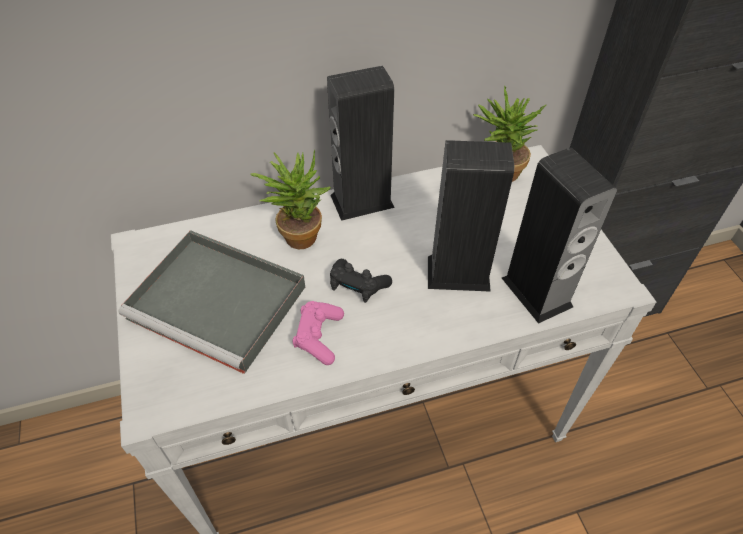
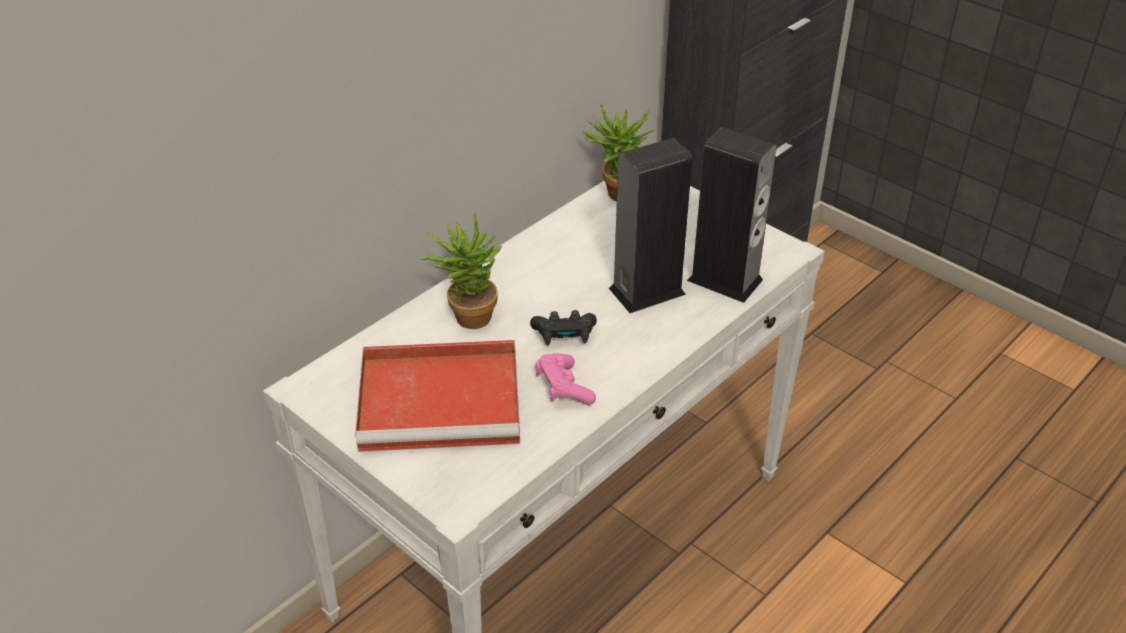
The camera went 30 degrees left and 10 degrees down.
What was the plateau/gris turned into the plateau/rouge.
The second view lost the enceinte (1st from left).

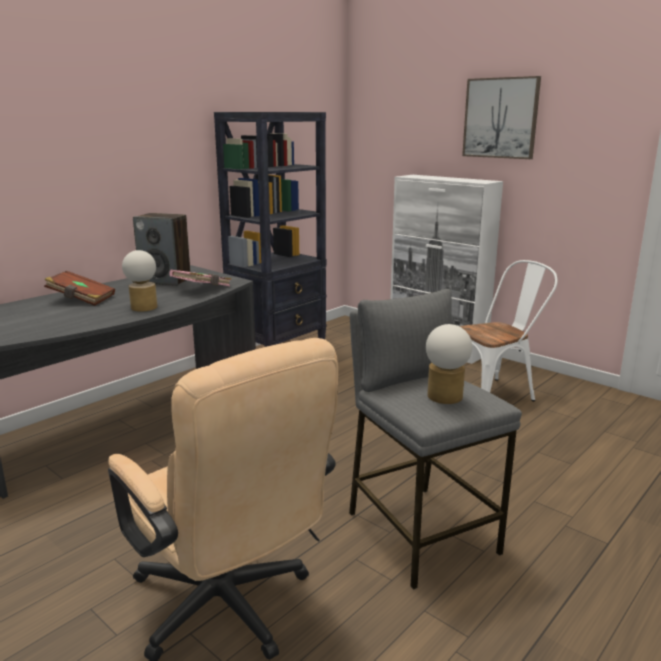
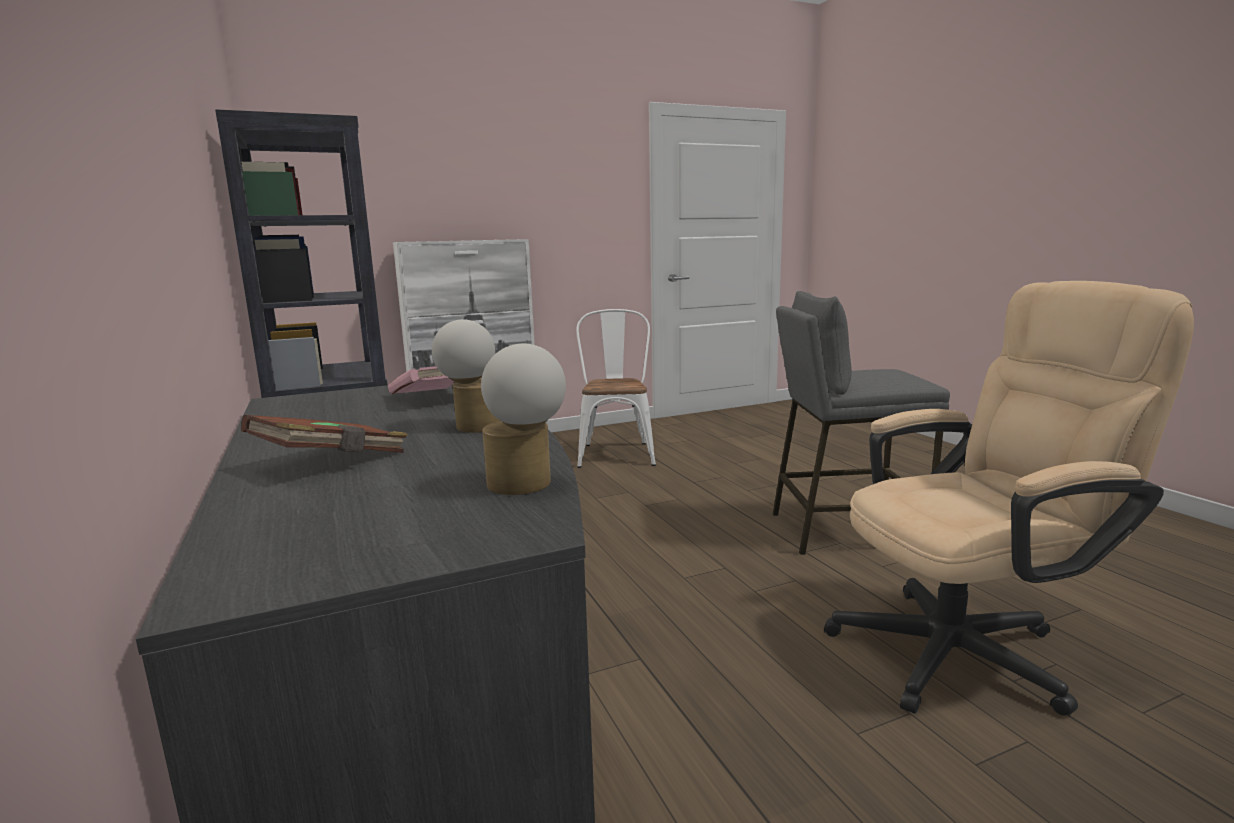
The camera went 65 degrees left and 5 degrees down.
The lampe de table (2nd from left) ended up elsewhere.
The second view lost the enceinte.
The second view lost the tableau.

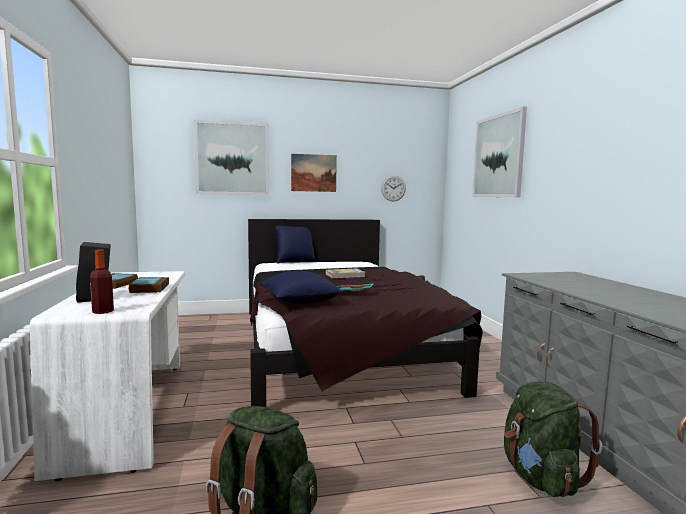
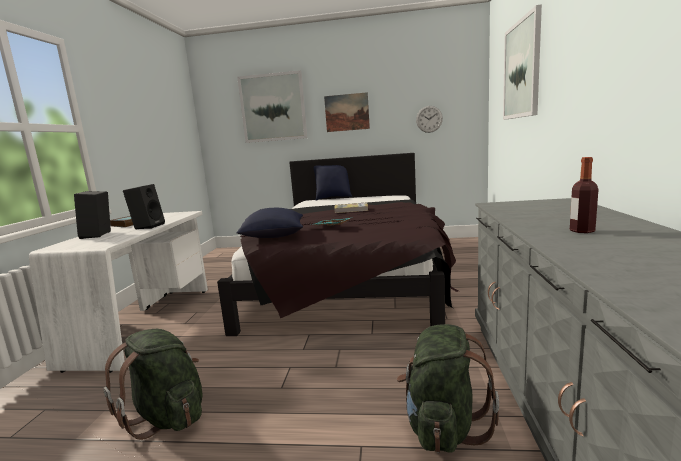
The camera went 20 degrees right and 5 degrees up.
Where the livre (2nd from left) stood, the enceinte/noir (2nd from left) came to stand.
The bouteille ended up elsewhere.

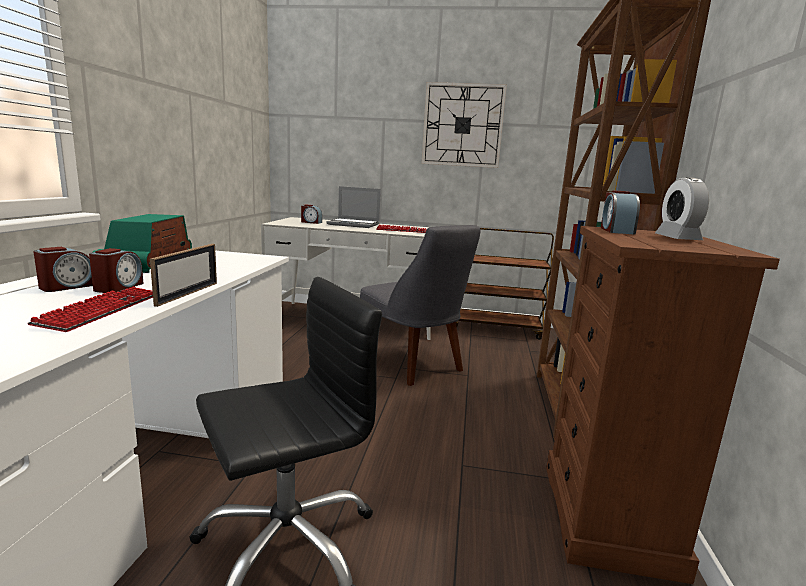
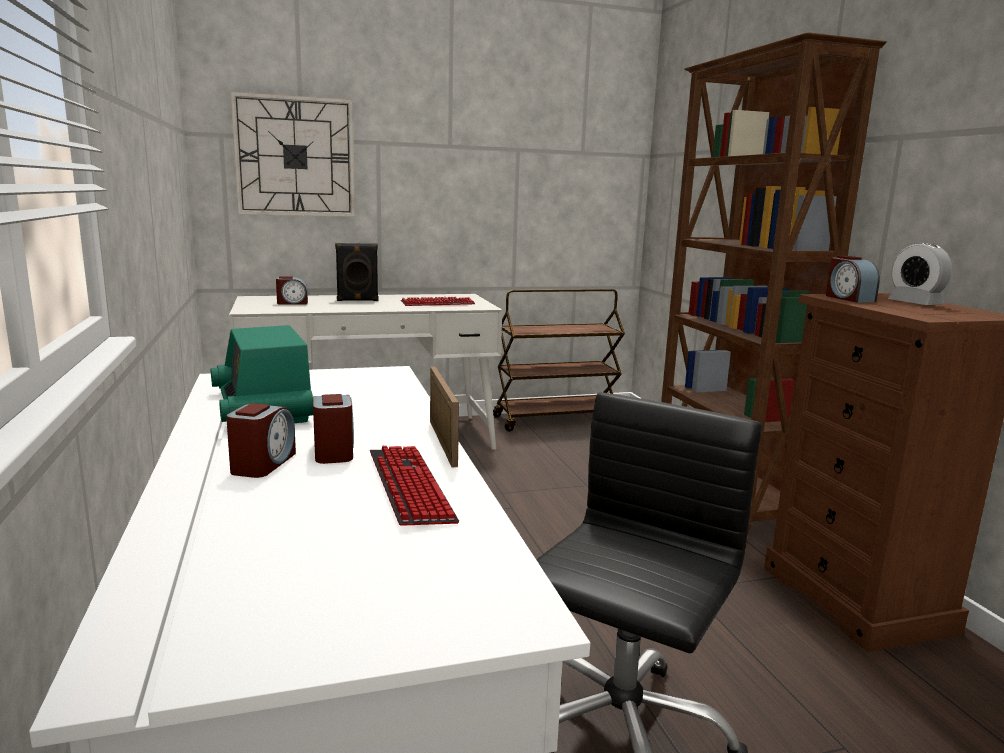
The camera went 25 degrees left and 0 degrees up.
The horloge murale ended up elsewhere.
Where the ordinateur portable stood, the enceinte/noir came to stand.
The second view lost the chaise/gris.

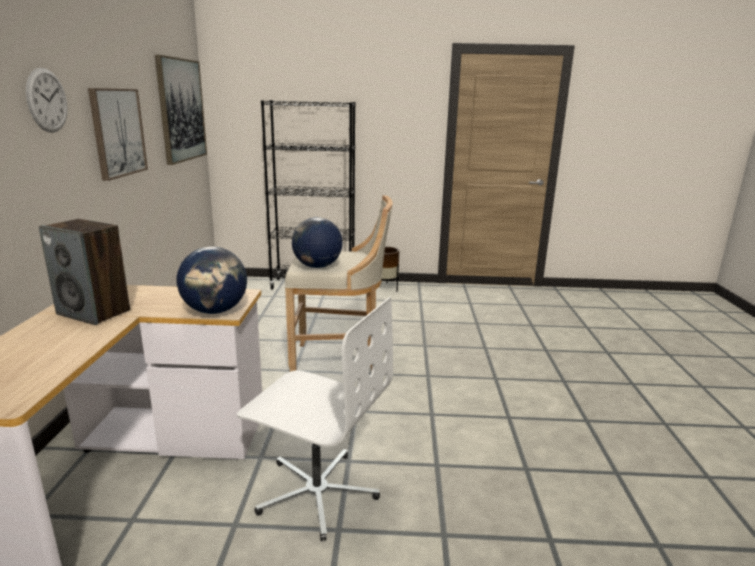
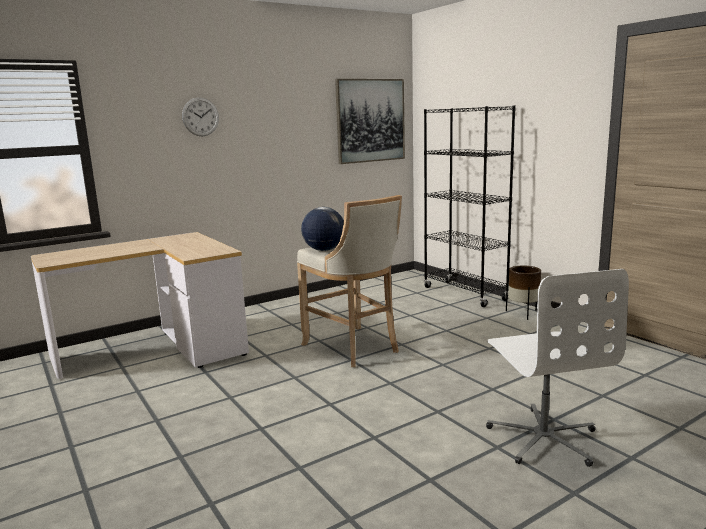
The camera went 55 degrees right and 5 degrees down.
The chaise de bureau/blanc ended up elsewhere.
The second view lost the enceinte.
The second view lost the tableau (1st from left).
The second view lost the globe (1st from left).

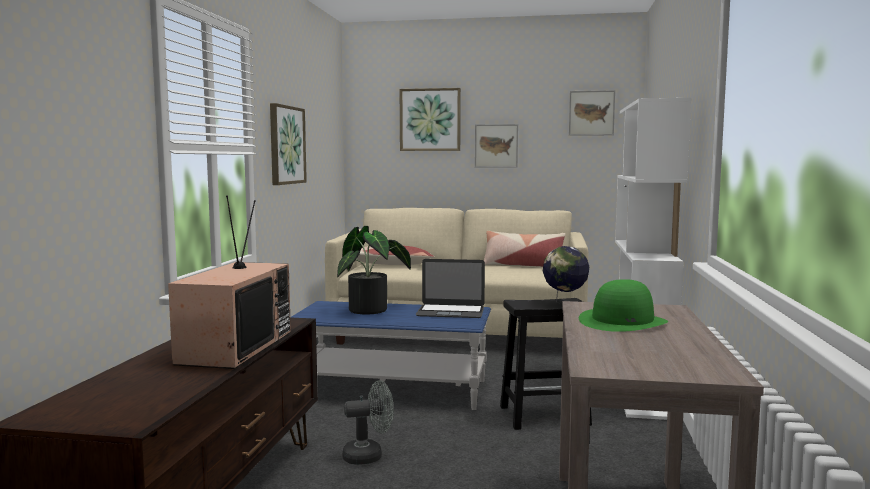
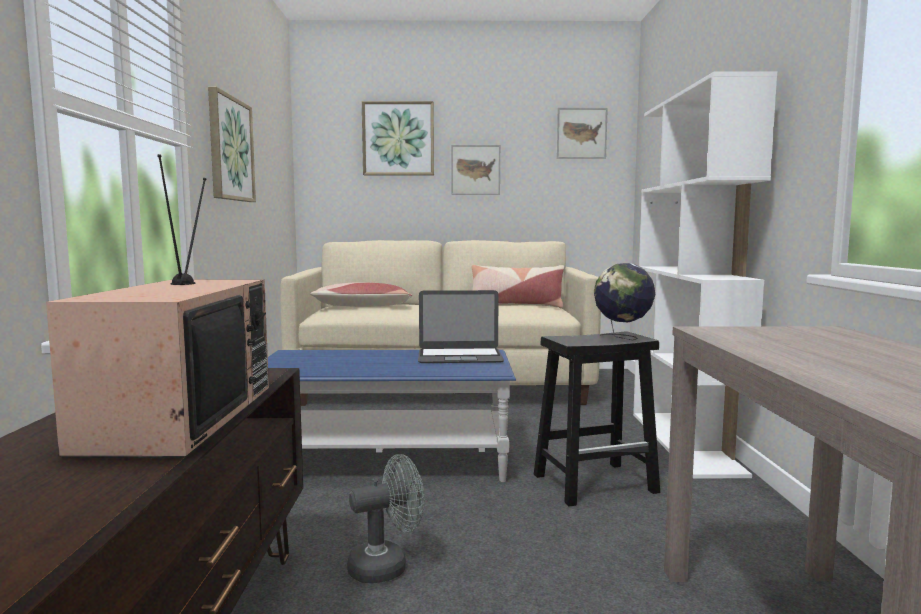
The camera went 10 degrees left and 0 degrees up.
The second view lost the plante en pot.
The second view lost the chapeau/vert.

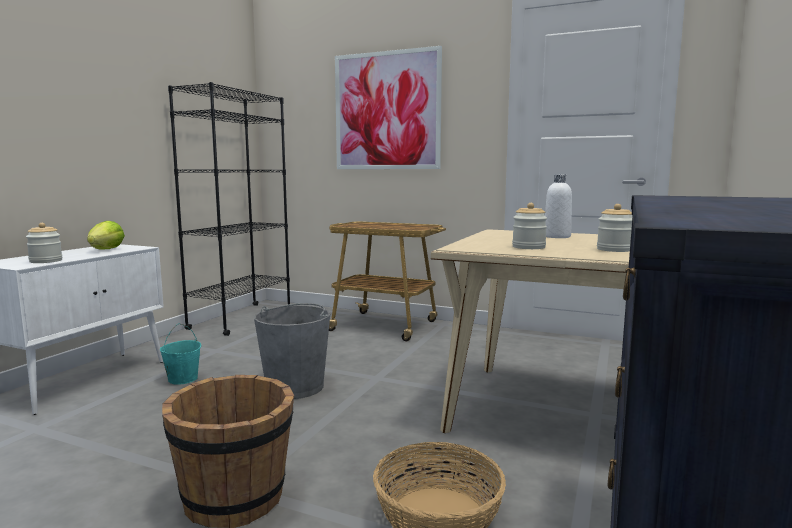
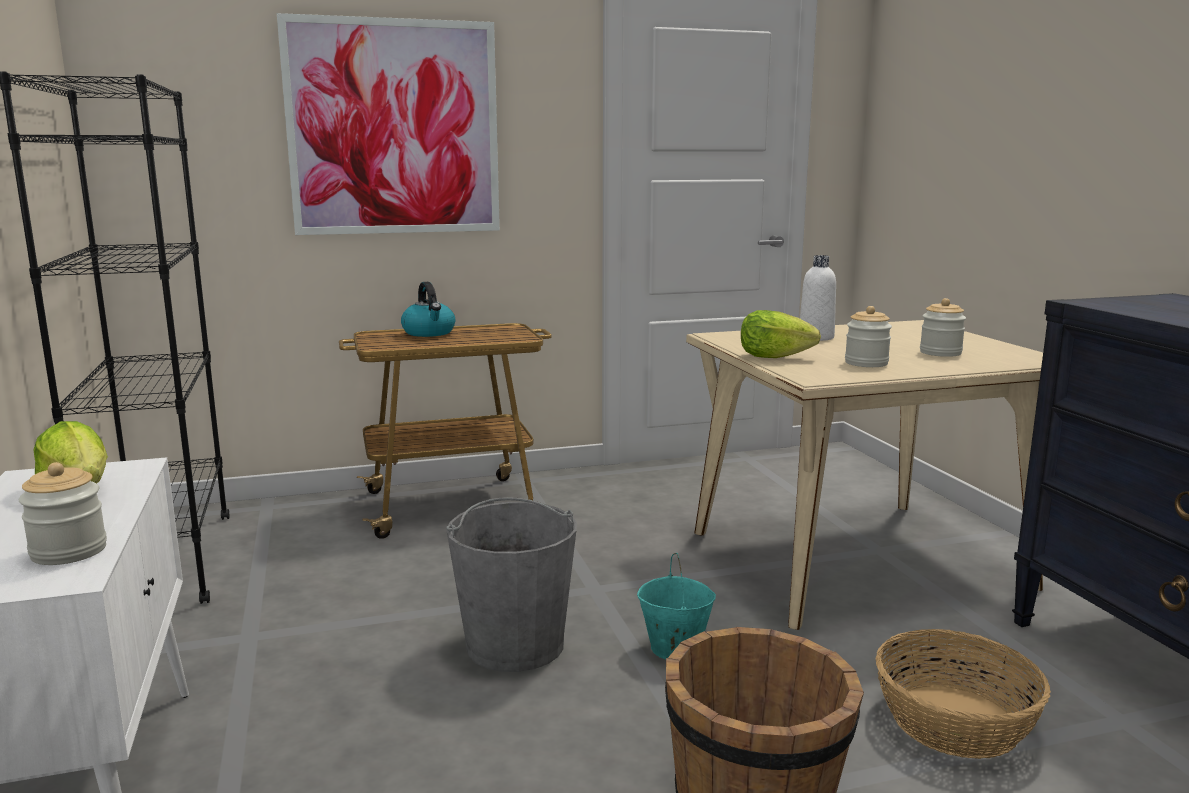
The camera went 40 degrees left and 5 degrees up.
The second view gained the bouilloire.
The seau/turquoise ended up elsewhere.
The second view gained the laitue (2nd from left).

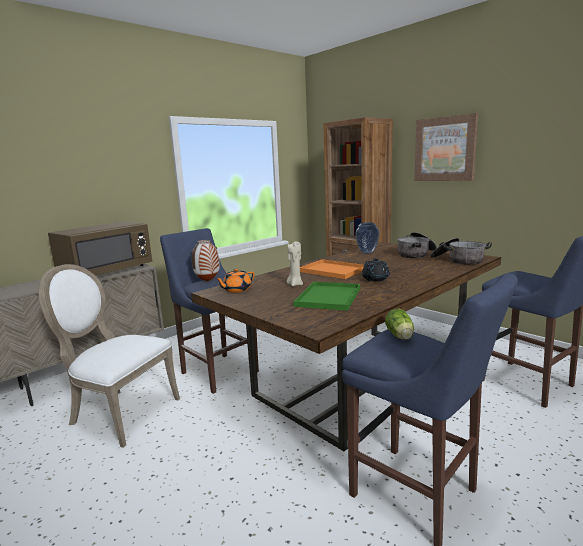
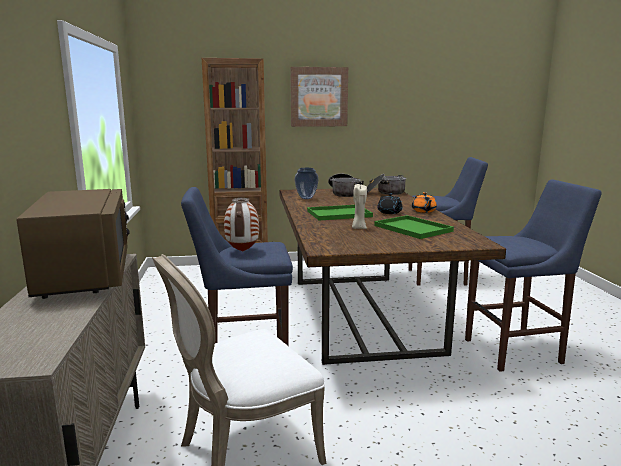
The camera went 55 degrees left and 0 degrees up.
What was the plateau/orange turned into the plateau/vert (1st from left).
The théière/orange ended up elsewhere.
The second view lost the laitue.

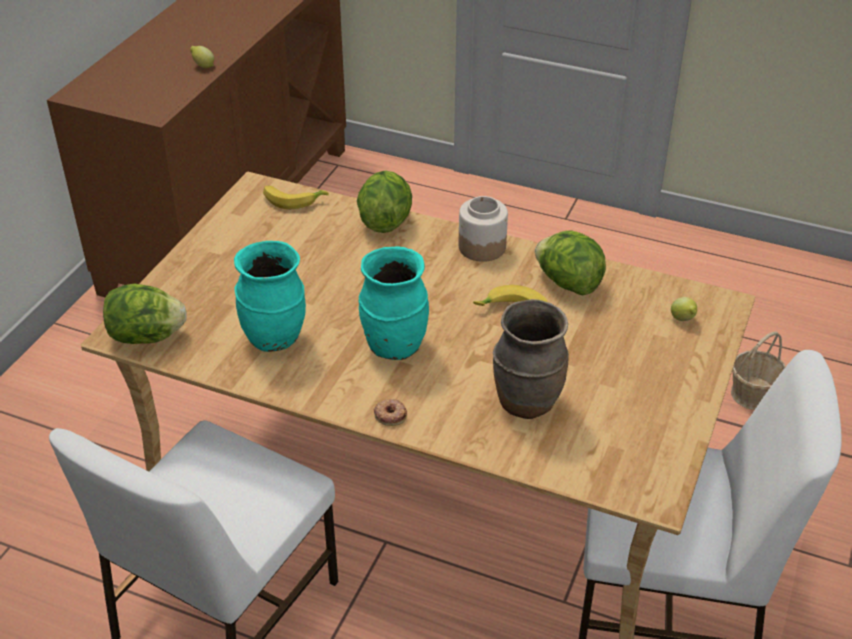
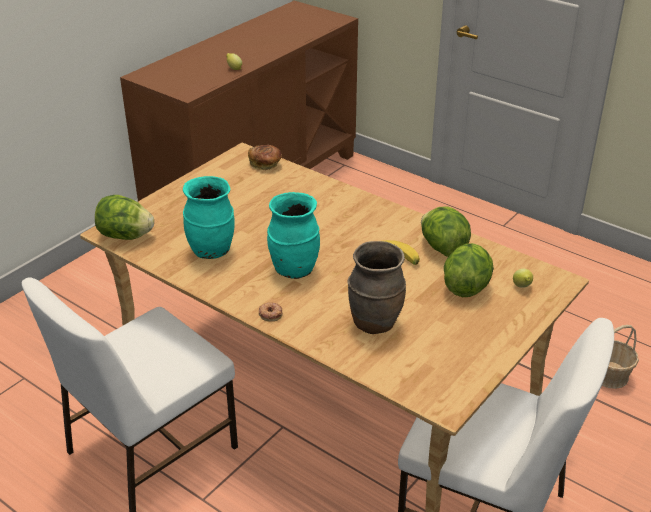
The camera went 15 degrees right and 5 degrees down.
Where the banane (1st from left) stood, the pain came to stand.
The laitue (2nd from left in the first image) ended up elsewhere.
The second view lost the bocal.

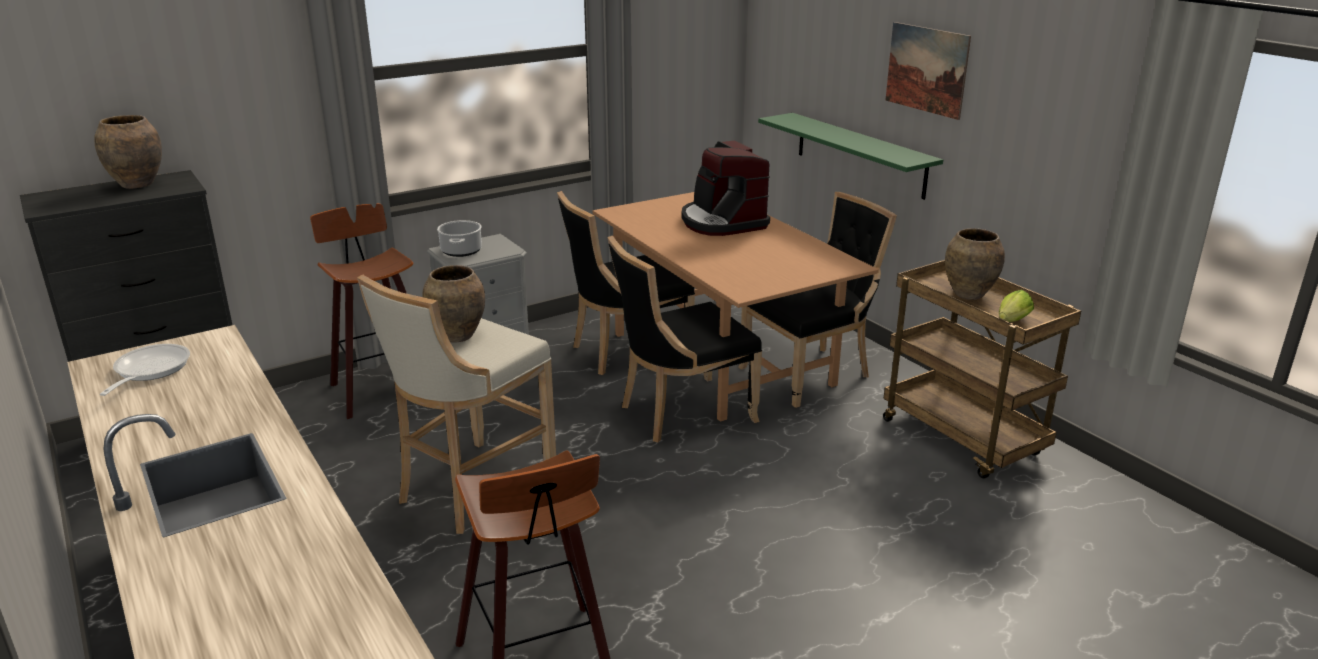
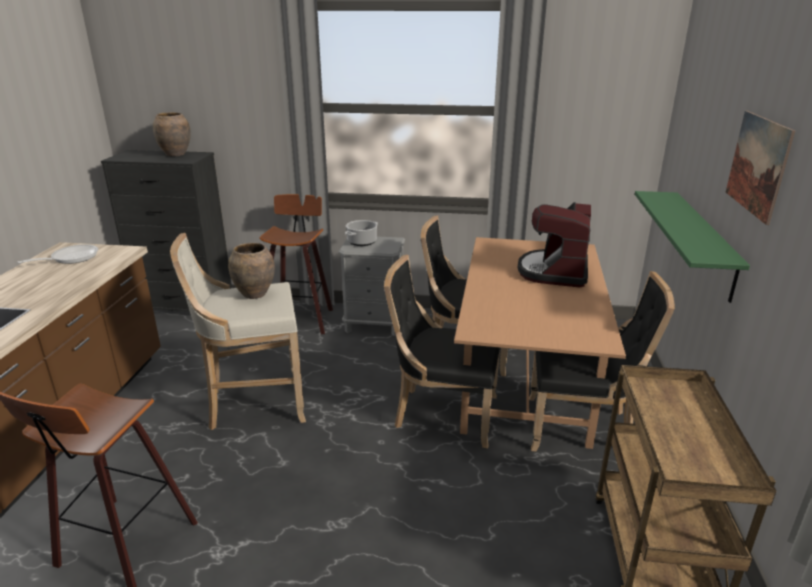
The camera went 40 degrees right and 0 degrees up.
The second view lost the vase/marron (3rd from left).
The second view lost the laitue.

